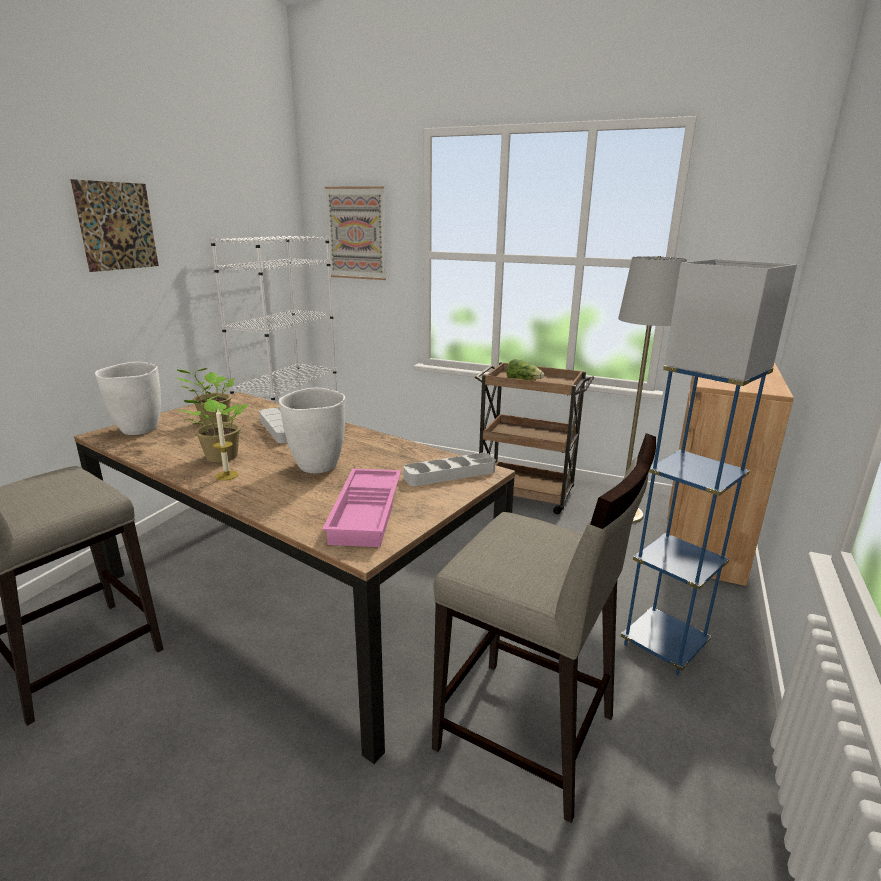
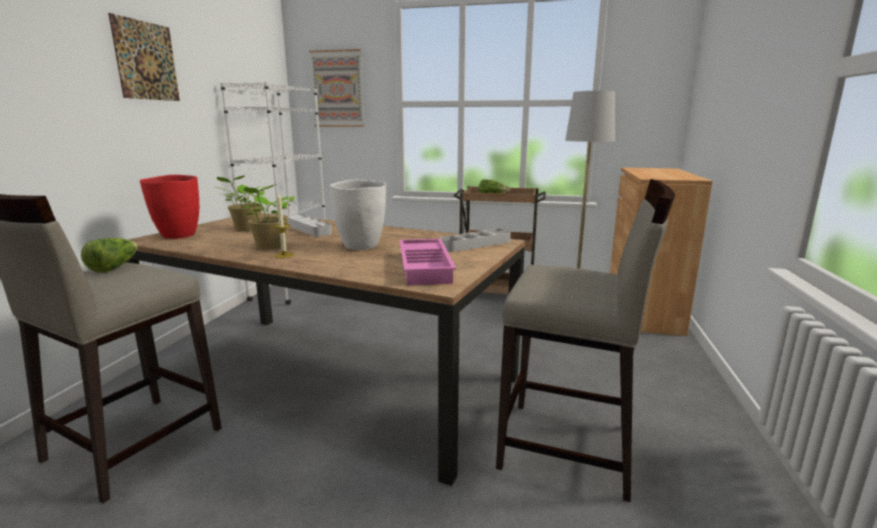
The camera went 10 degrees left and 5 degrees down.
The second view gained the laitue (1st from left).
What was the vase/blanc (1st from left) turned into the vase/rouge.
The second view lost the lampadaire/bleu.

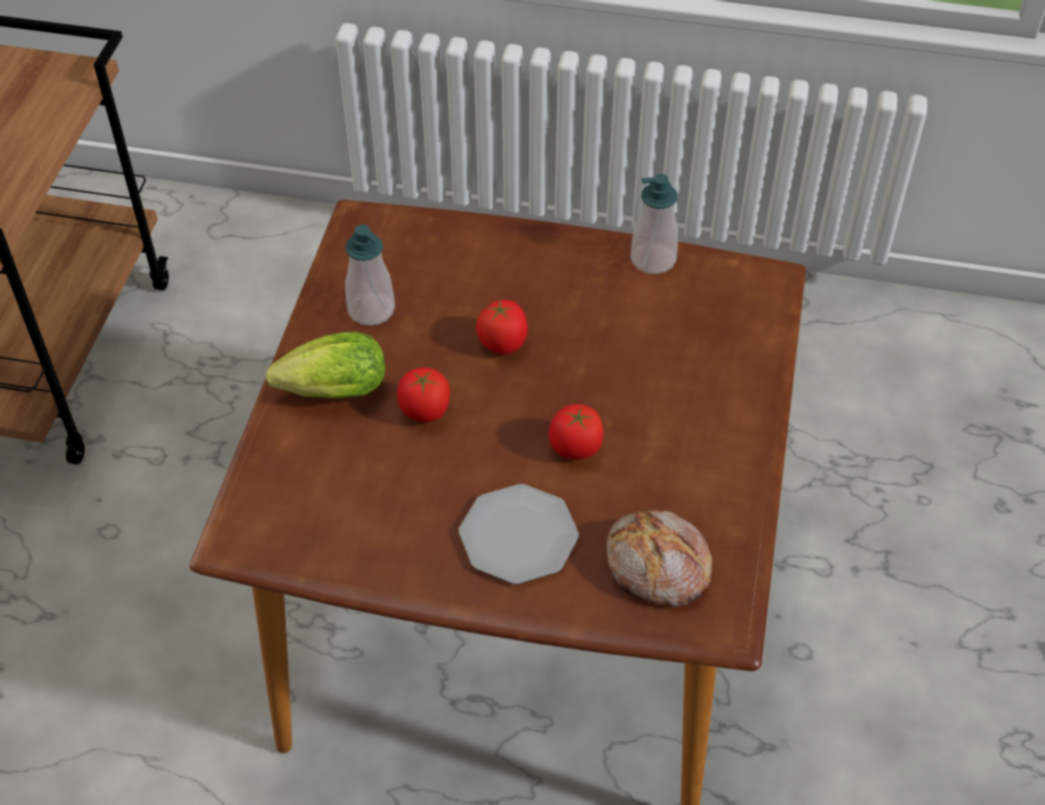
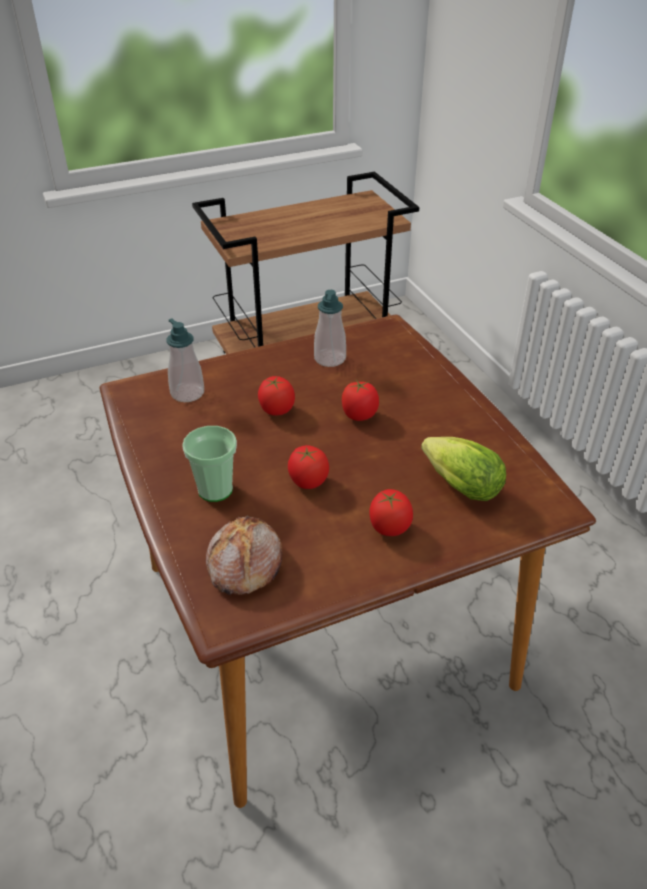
The camera went 55 degrees right and 10 degrees down.
The distributeur de savon (2nd from left in the first image) ended up elsewhere.
Where the assiette stood, the tasse came to stand.
The second view gained the tomate (4th from left).
The laitue ended up elsewhere.

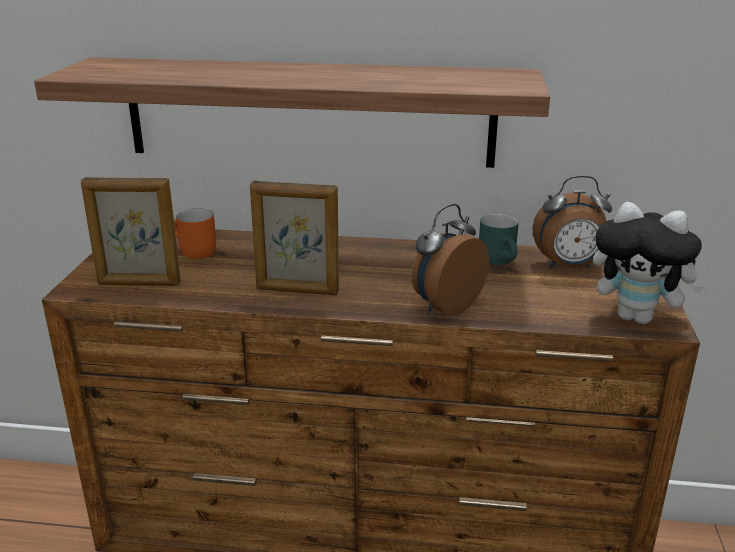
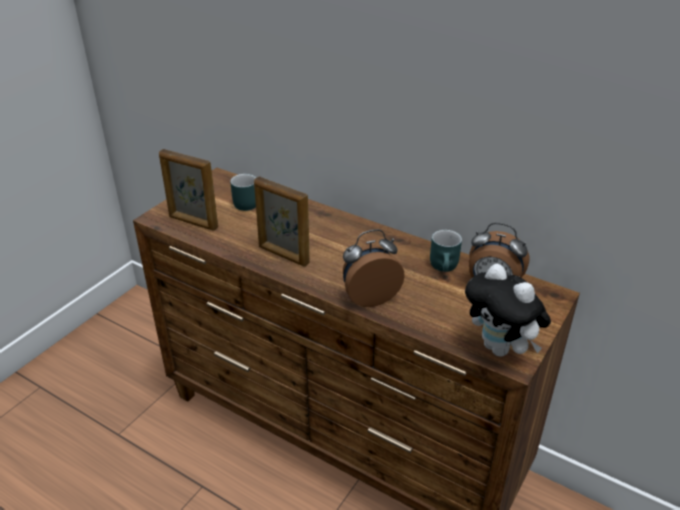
The camera went 25 degrees right and 10 degrees up.
What was the mug/orange turned into the mug/turquoise (1st from left).
The second view lost the étagère.

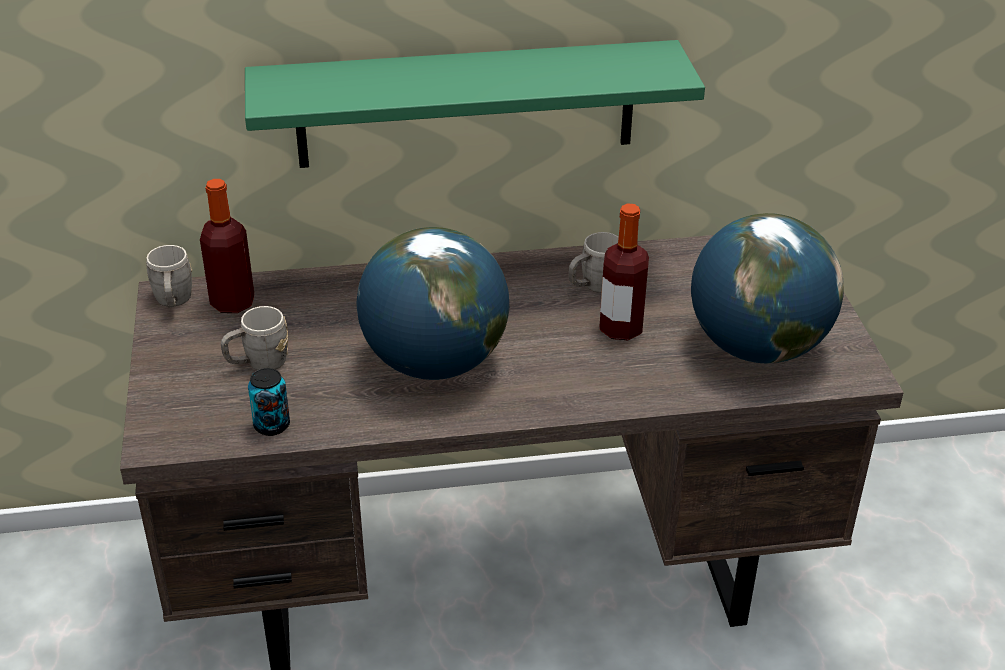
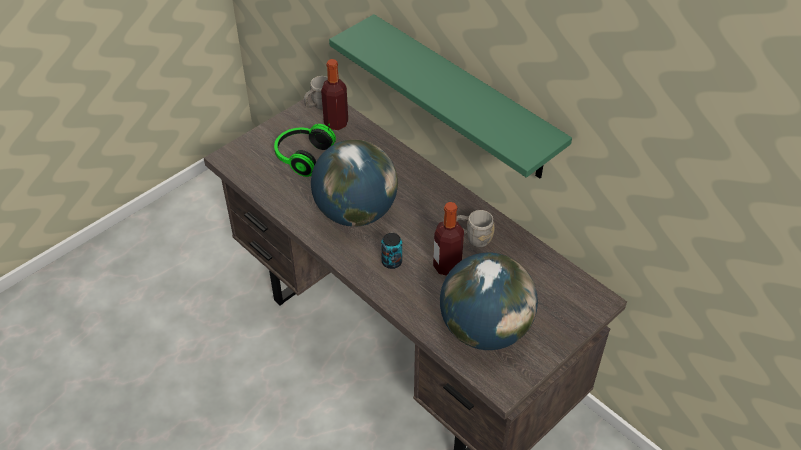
The camera went 55 degrees right and 10 degrees up.
Where the mug/gris (2nd from left) stood, the casque audio came to stand.
The boîte métallique ended up elsewhere.

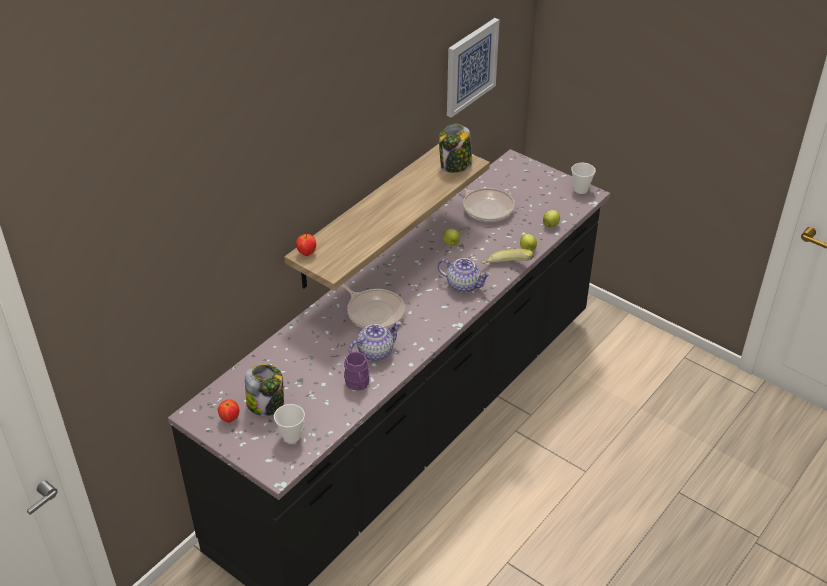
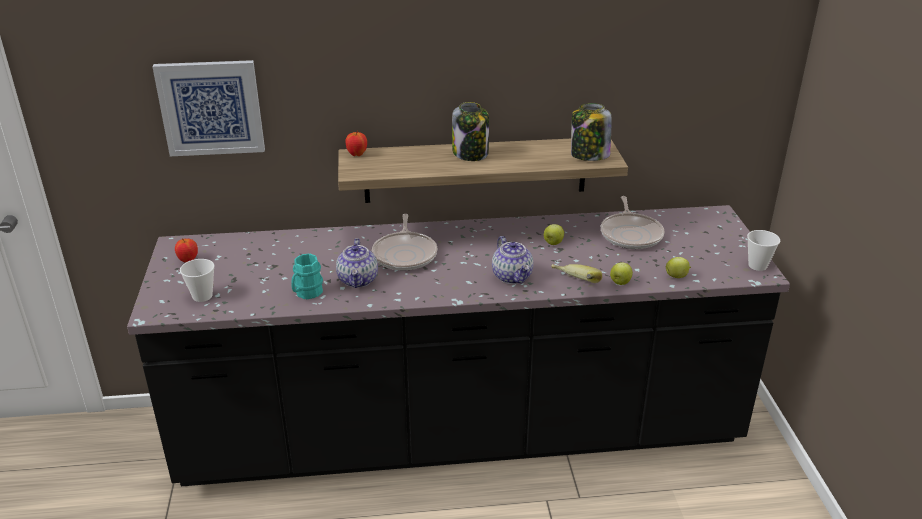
The camera went 45 degrees right and 10 degrees down.
The tableau ended up elsewhere.
What was the mug/violet turned into the mug/turquoise.
The théière (1st from left) ended up facing another way, 75 degrees clockwise from before.
The bocal (1st from left) ended up elsewhere.

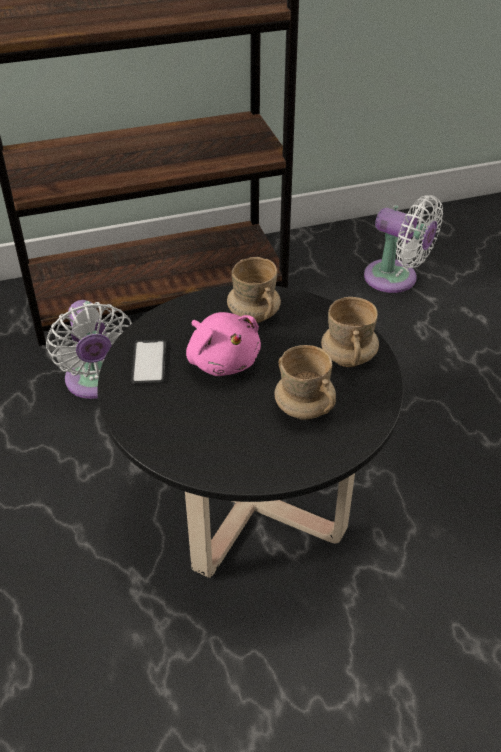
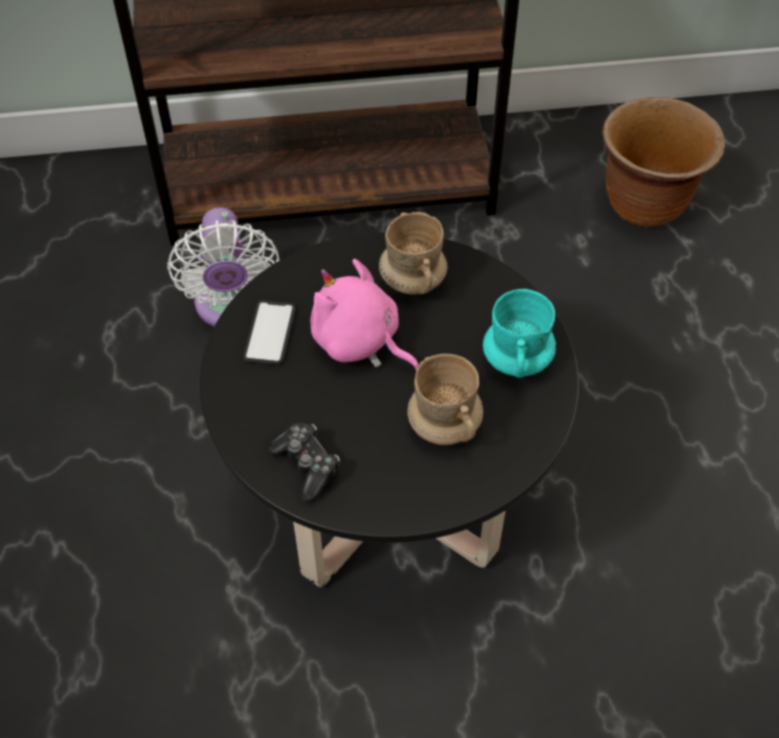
The camera went 10 degrees right and 10 degrees up.
The second view gained the manette.
The peluche/rose ended up facing another way, 150 degrees clockwise from before.
What was the mug/beige (3rd from left) turned into the mug/turquoise.
Where the ventilateur/blanc (2nd from left) stood, the cache-pot/marron came to stand.

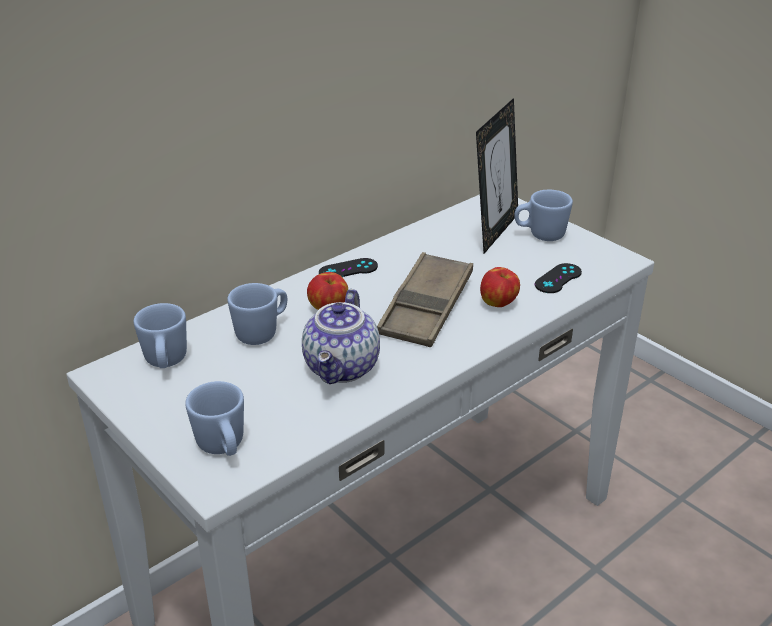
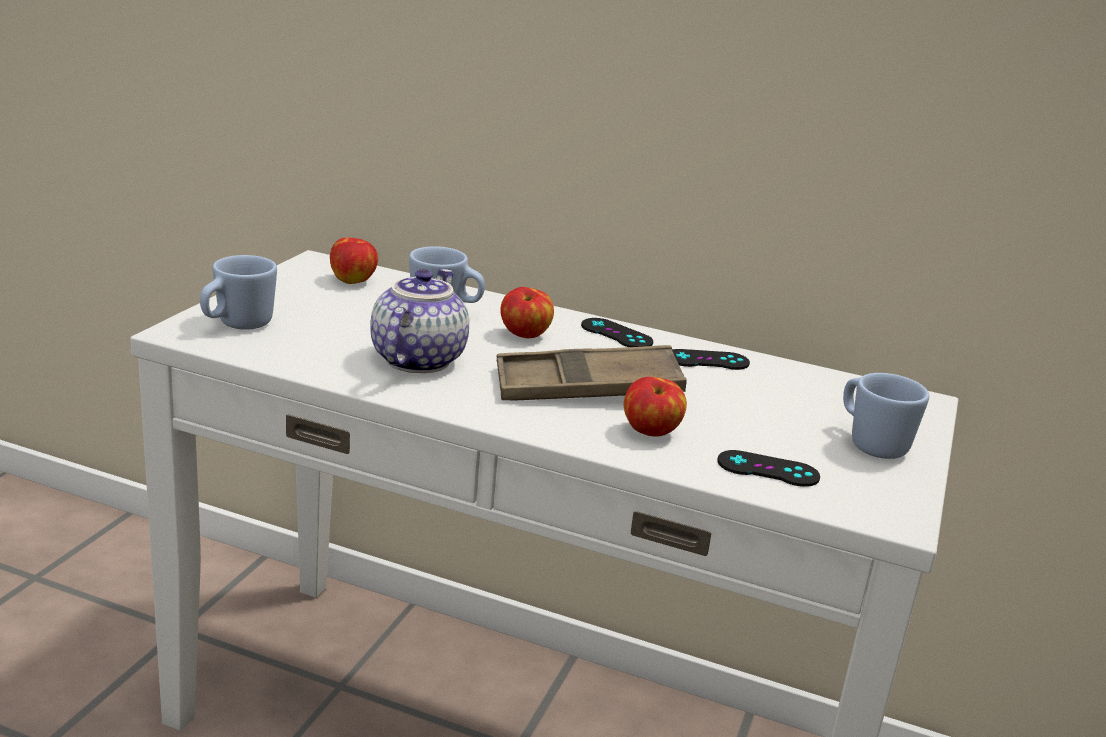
The camera went 60 degrees right and 10 degrees down.
Where the mug/bleu (1st from left) stood, the pomme (1st from left) came to stand.
The théière ended up facing another way, 120 degrees clockwise from before.
The second view gained the manette/noir (2nd from left).
The second view lost the cadre photo.

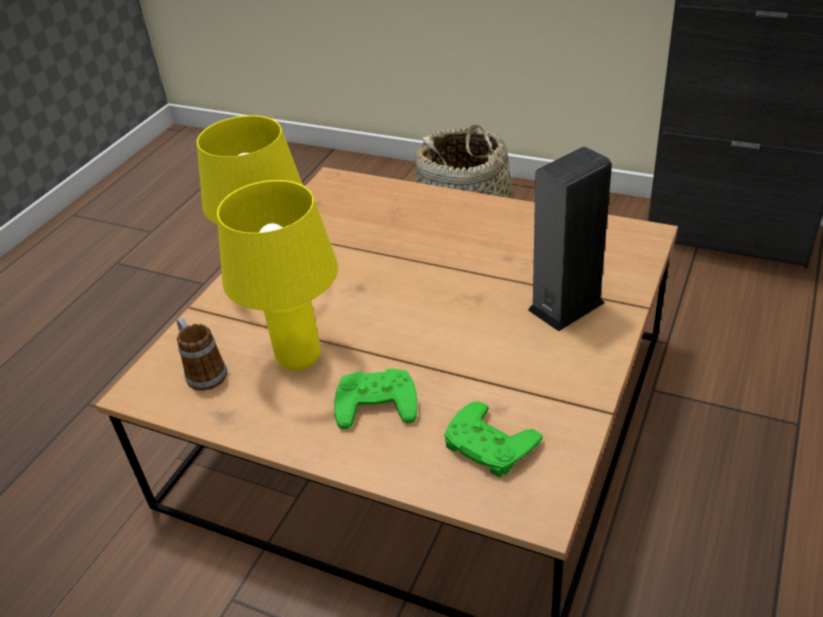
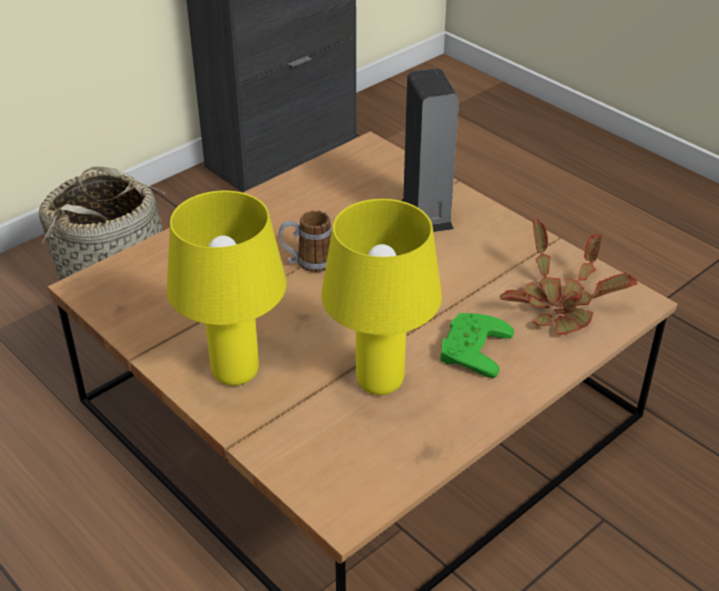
The camera went 70 degrees left and 0 degrees up.
The mug ended up elsewhere.
Where the manette/vert (2nd from left) stood, the plante en pot came to stand.

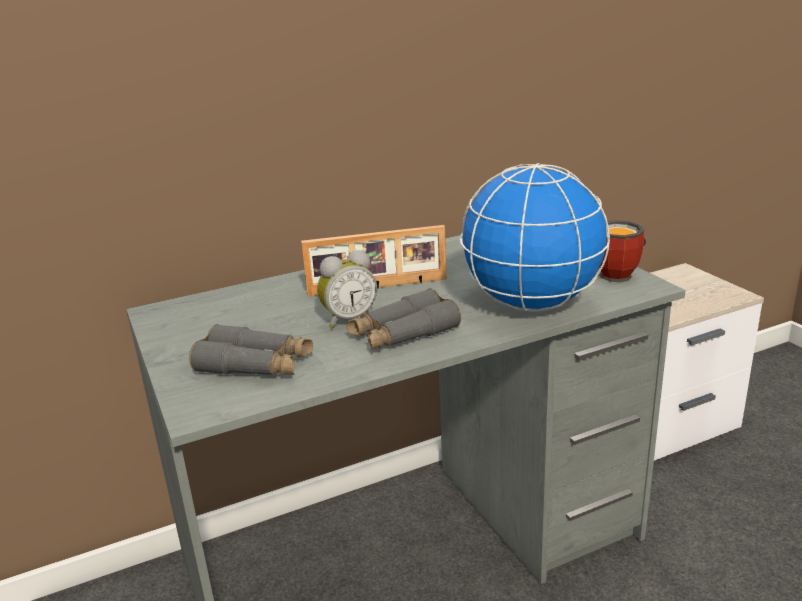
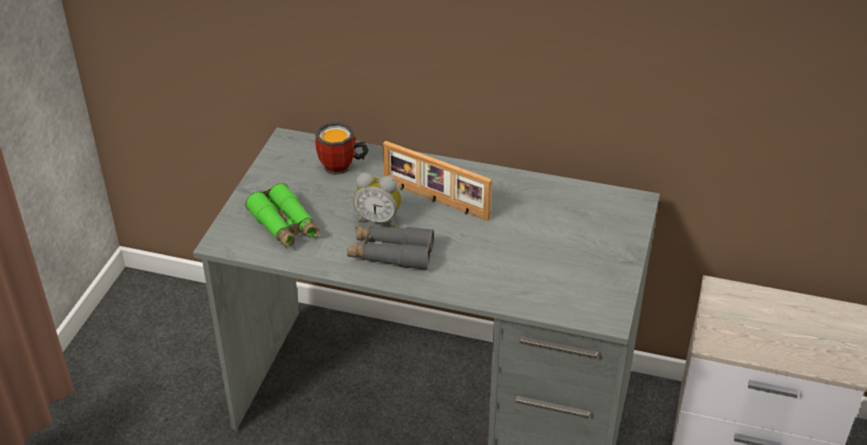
The camera went 40 degrees right and 15 degrees up.
What was the jumelles/gris (1st from left) turned into the jumelles/vert.
The mug ended up elsewhere.
The second view lost the globe.

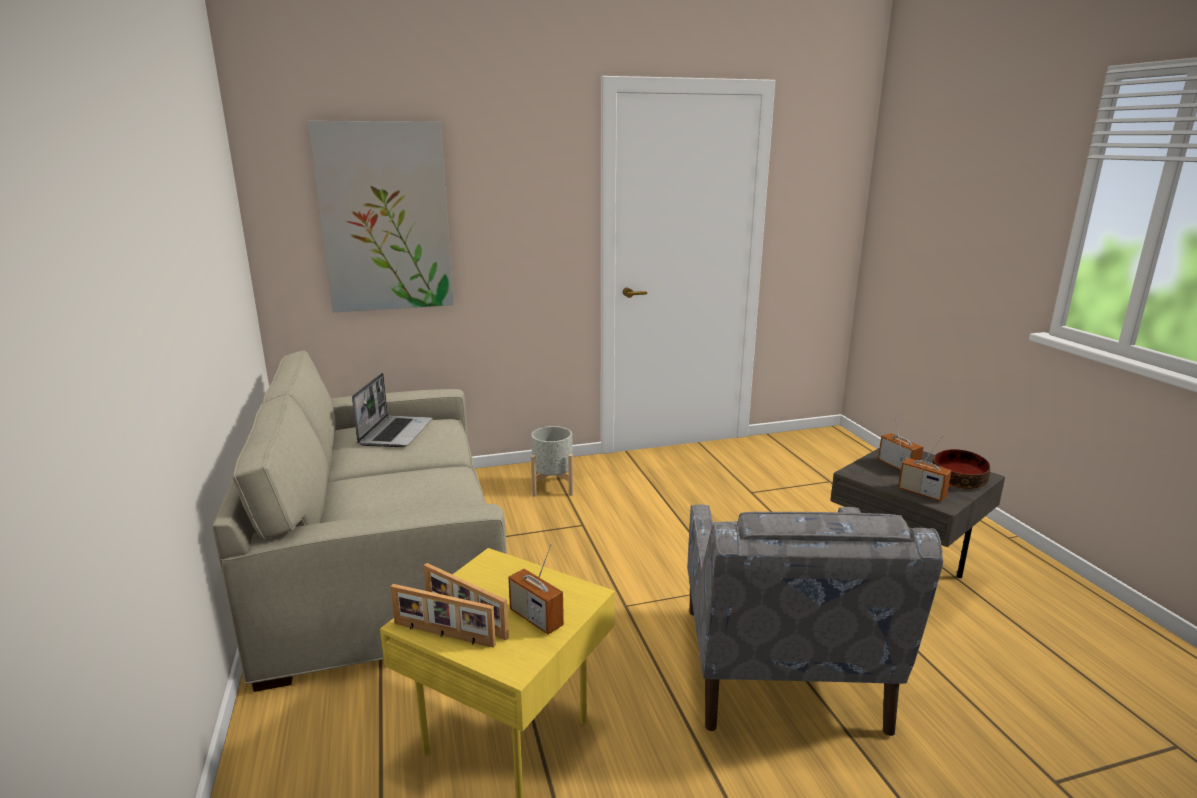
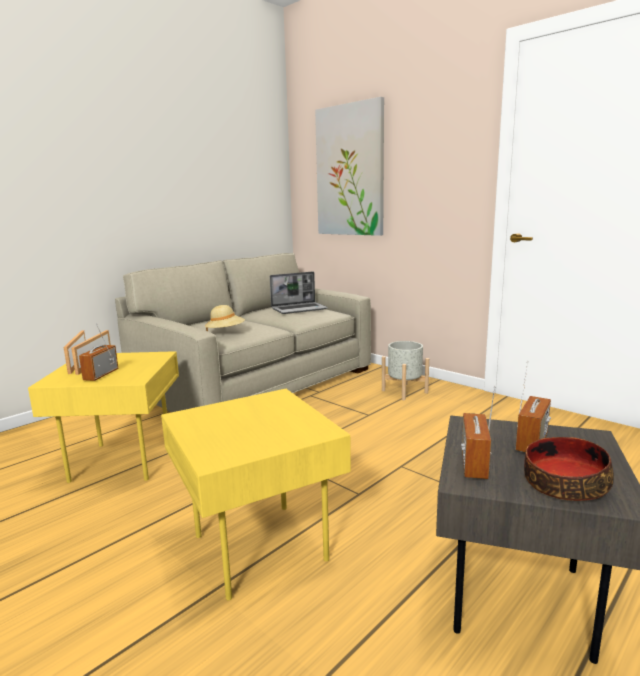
The camera went 60 degrees right and 5 degrees down.
Where the fauteuil/gris stood, the table d'appoint/jaune (2nd from left) came to stand.
The second view gained the chapeau/beige.

